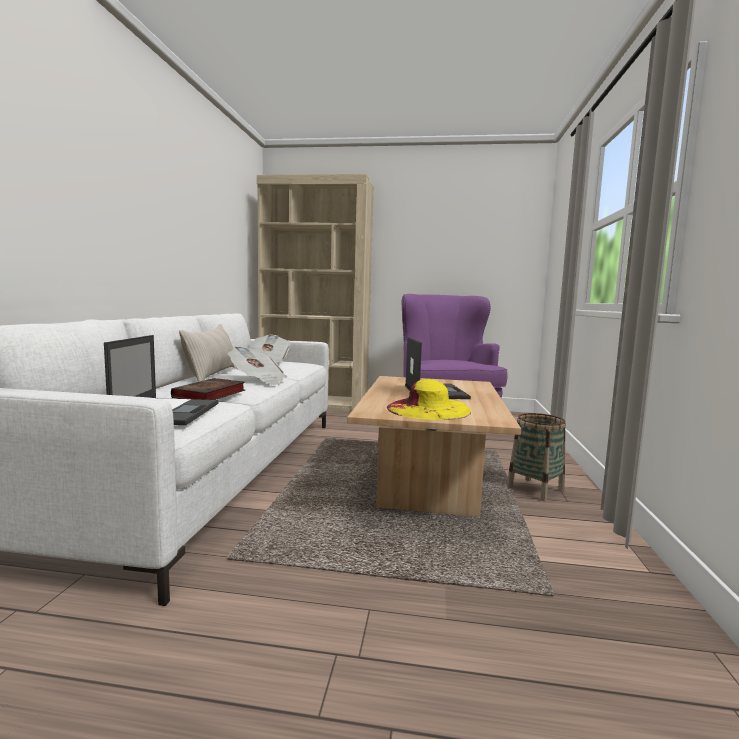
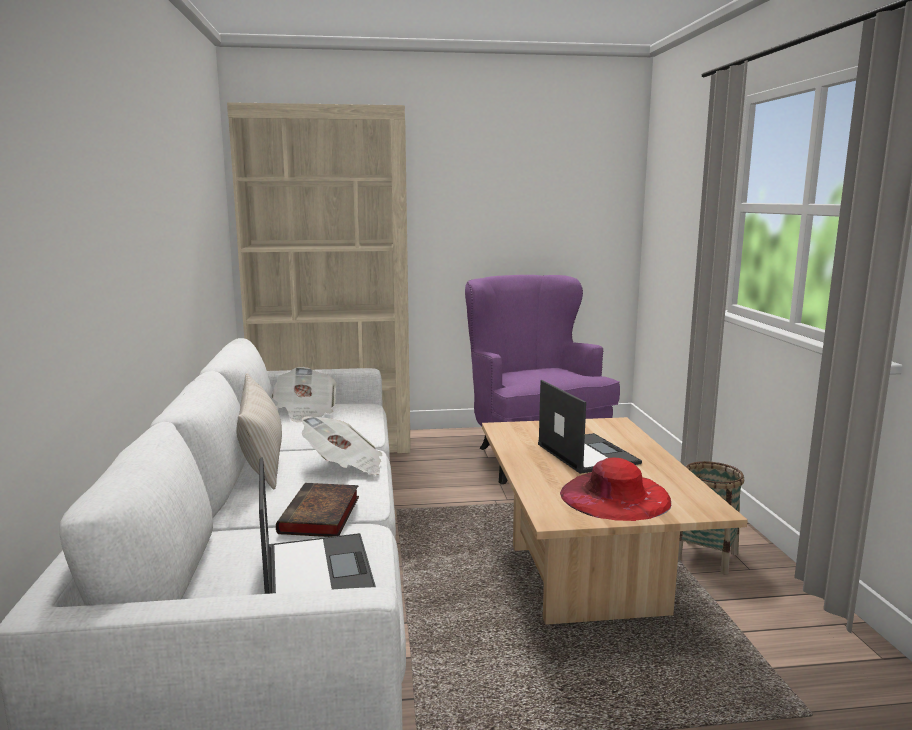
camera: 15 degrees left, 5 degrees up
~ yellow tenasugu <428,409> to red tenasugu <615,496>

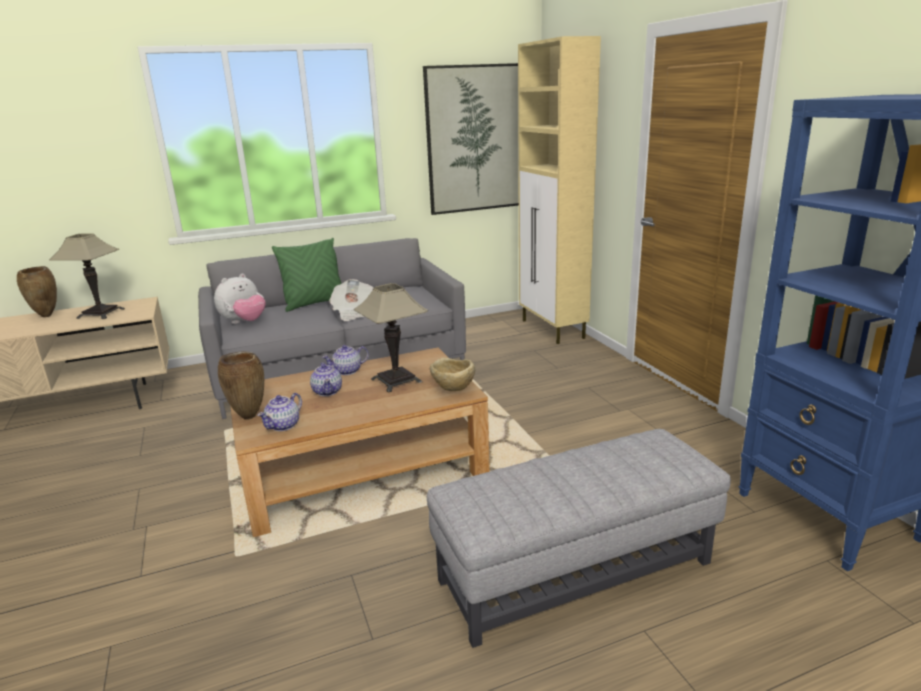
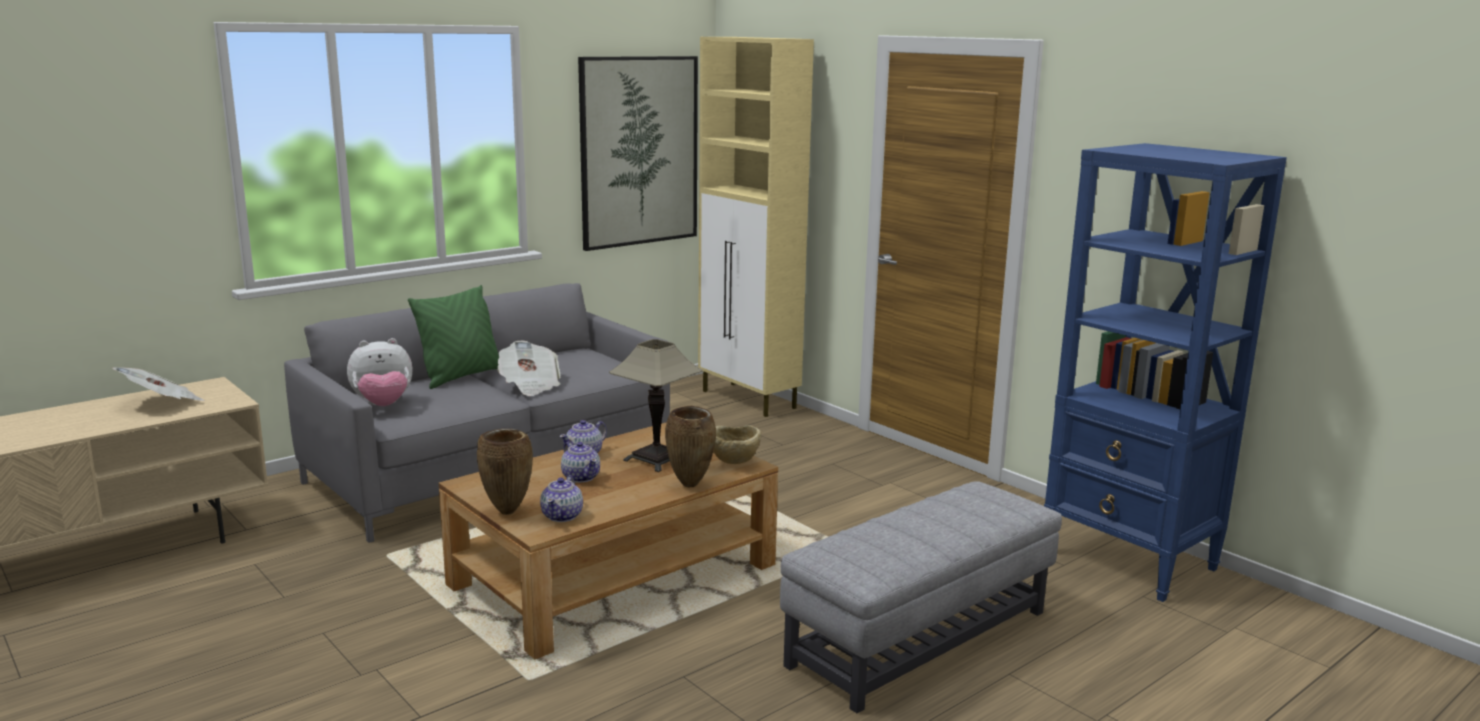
camera: 20 degrees left, 5 degrees down
~ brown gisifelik <47,316> to <691,485>
~ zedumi <101,313> to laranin <163,403>
~ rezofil <244,322> = <383,405> 45 degrees clockwise

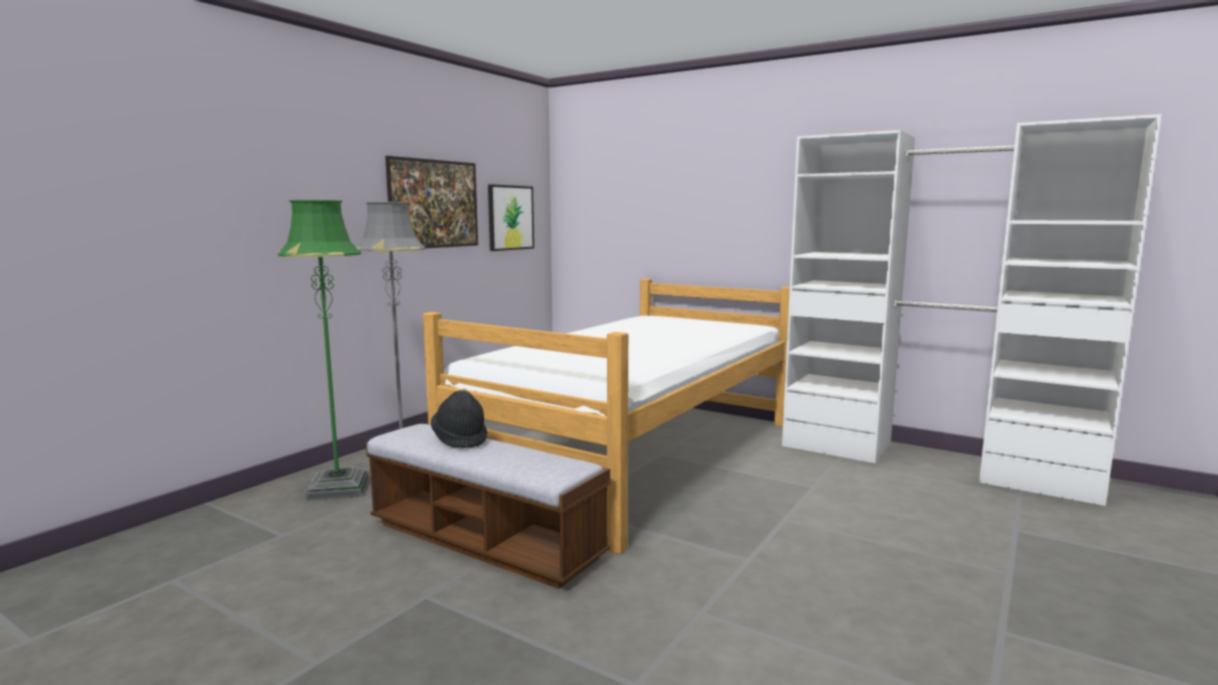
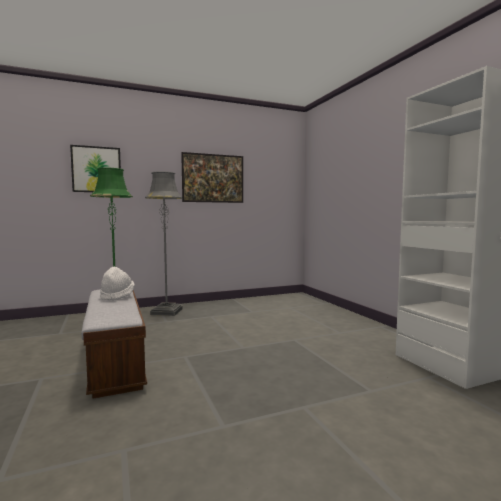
camera: 35 degrees right, 5 degrees down
- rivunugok <636,455>
~ black tenasugu <460,439> to white tenasugu <117,296>
~ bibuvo <510,217> to <96,169>

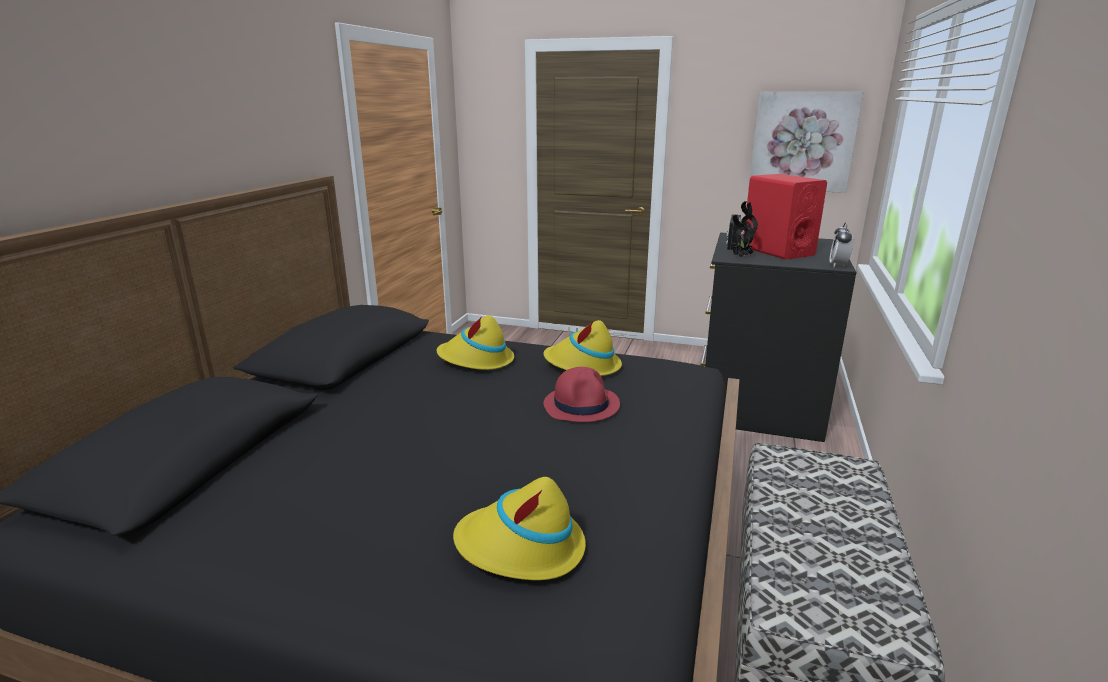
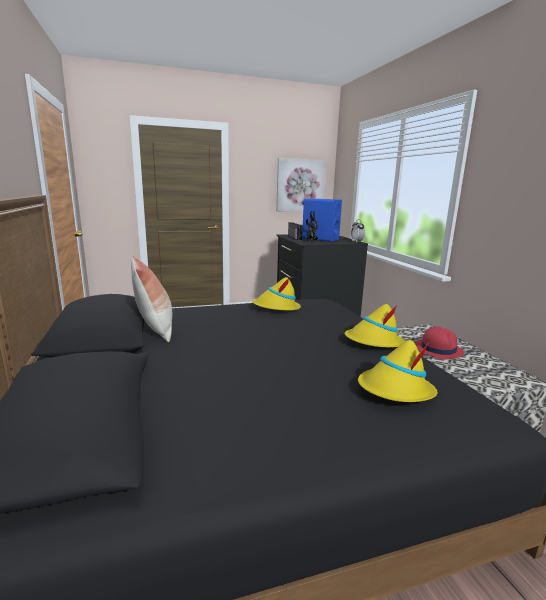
camera: 35 degrees left, 5 degrees down
~ yellow tenasugu <476,360> to <373,342>
~ red tenasugu <582,405> to <438,349>
~ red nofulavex <777,251> to blue nofulavex <320,239>
+ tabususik <155,329>

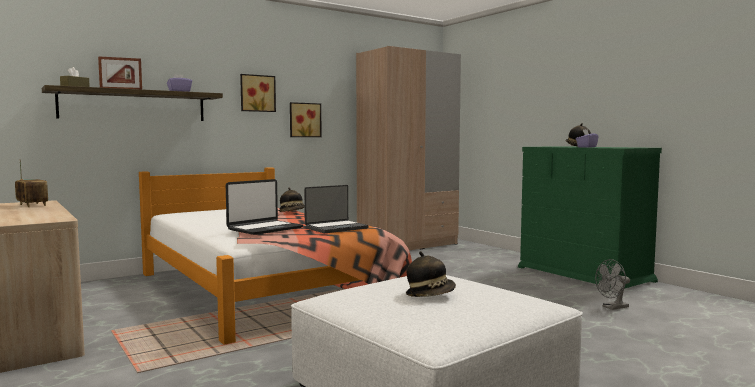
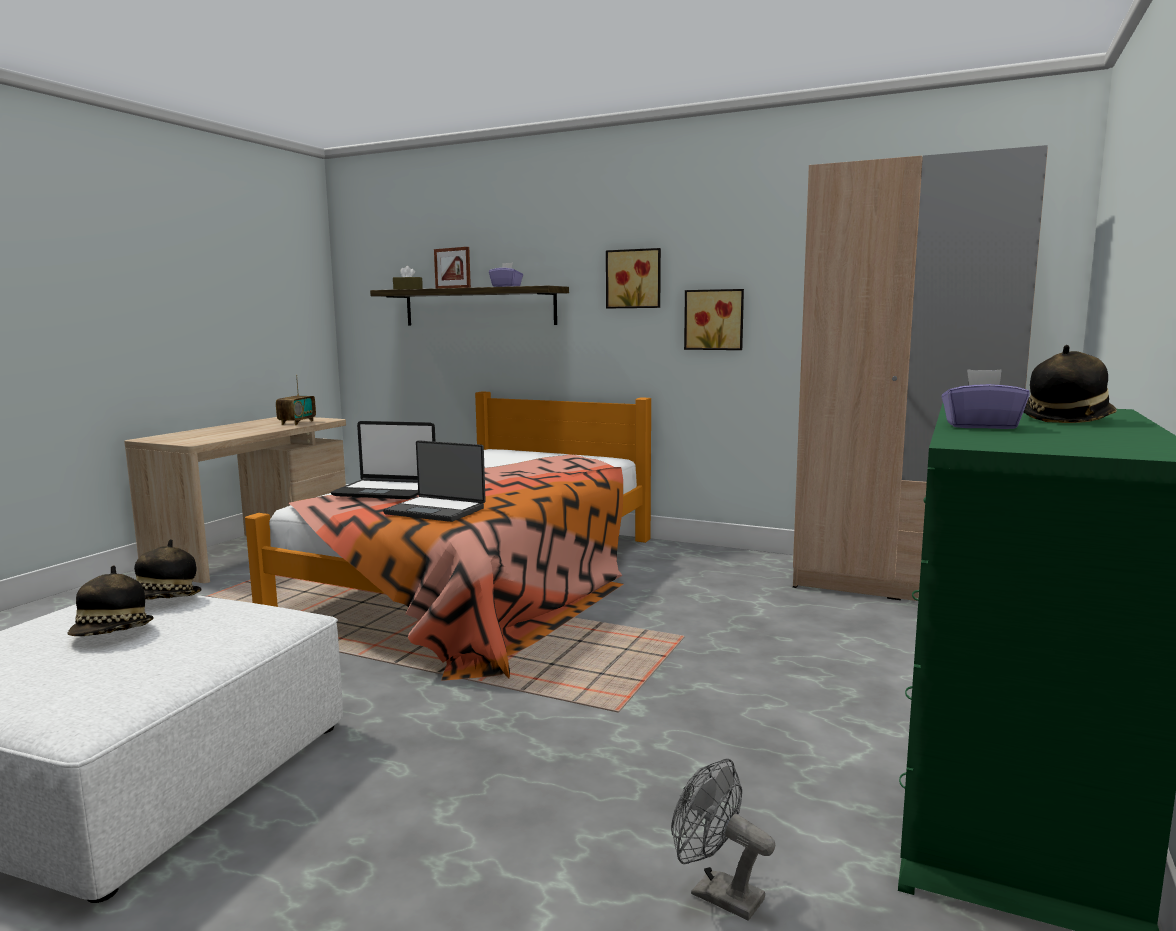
camera: 60 degrees right, 5 degrees up
~ tenasugu <292,212> to <165,600>

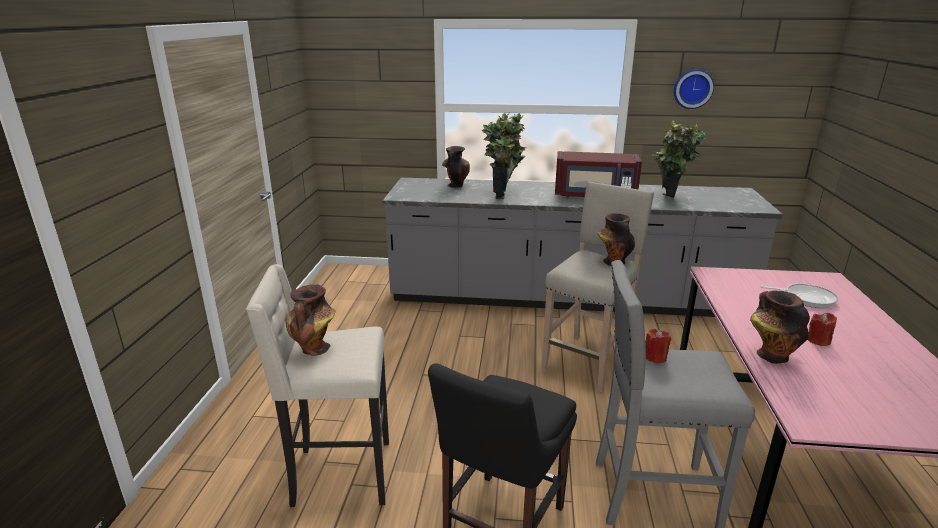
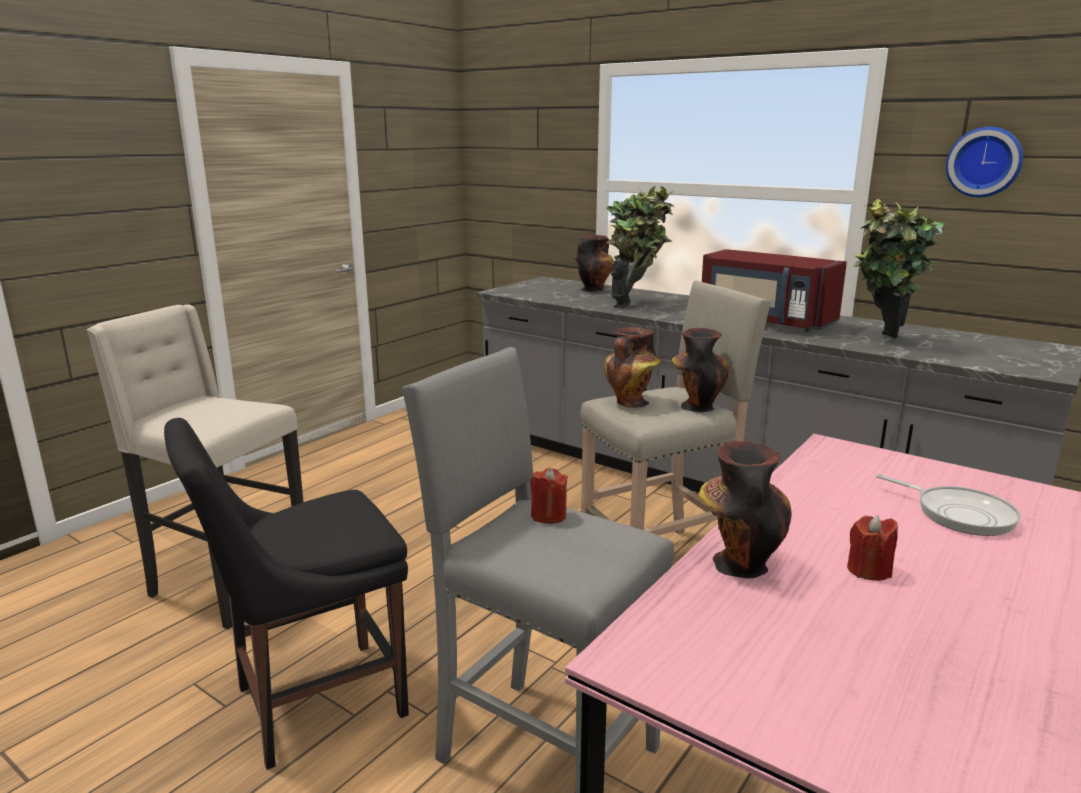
camera: 30 degrees right, 5 degrees down
~ gisifelik <315,349> to <631,403>

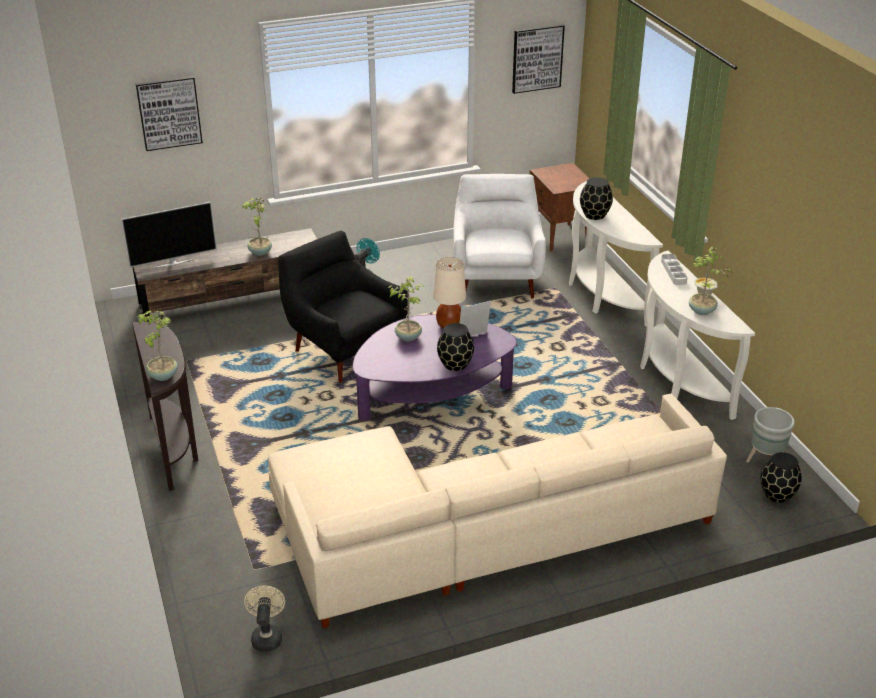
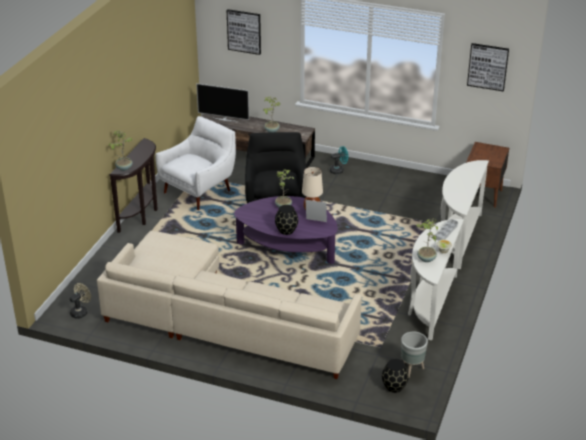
camera: 40 degrees right, 0 degrees up
~ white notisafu <496,278> to <199,190>
- black gisifelik <595,215>

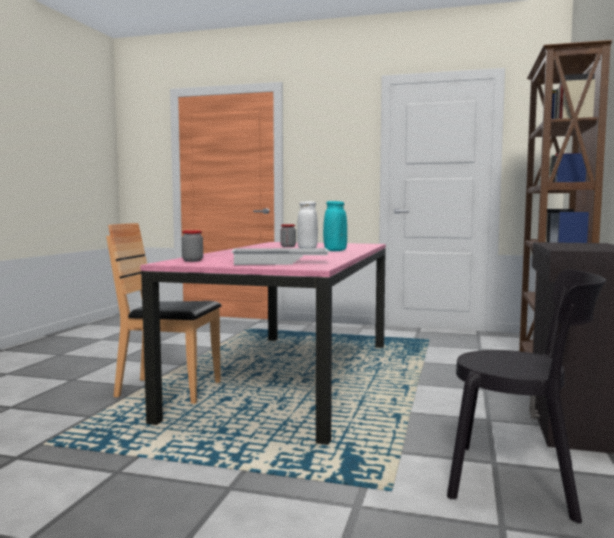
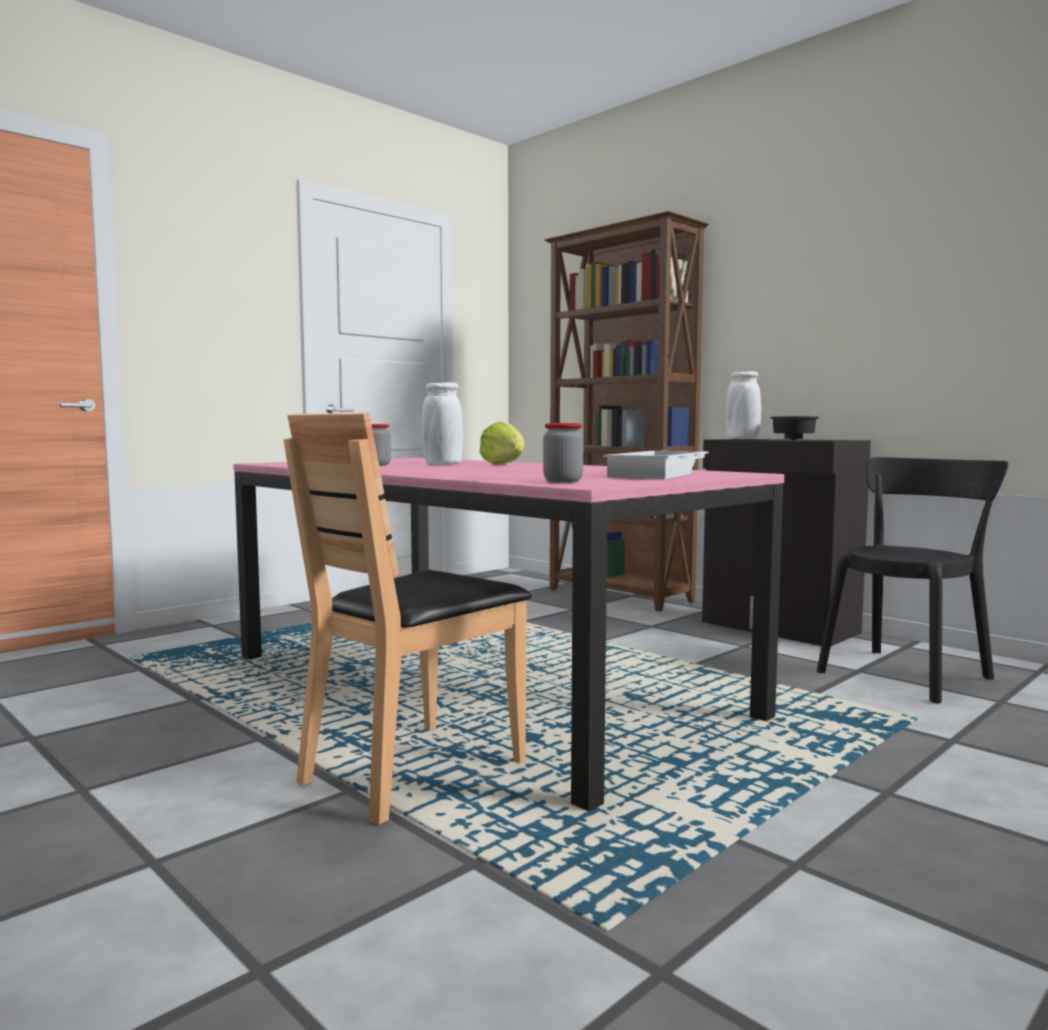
camera: 60 degrees left, 0 degrees up
~ turquoise gisifelik <335,251> to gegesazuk <504,464>
+ white gisifelik <742,439>
+ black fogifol <794,439>

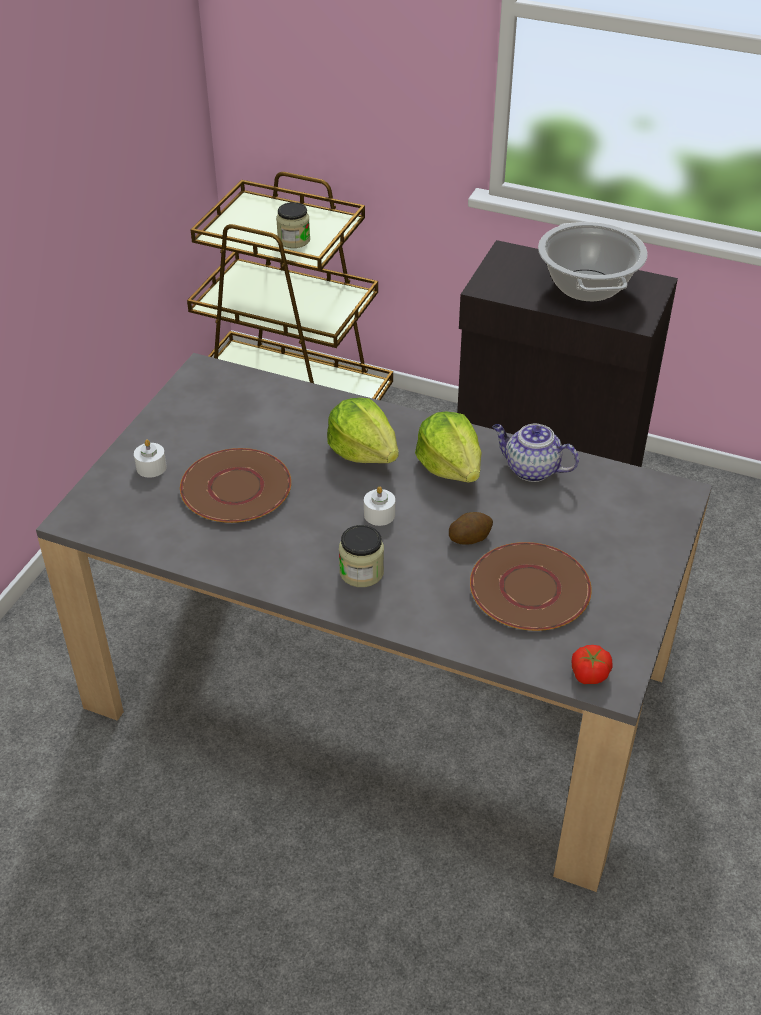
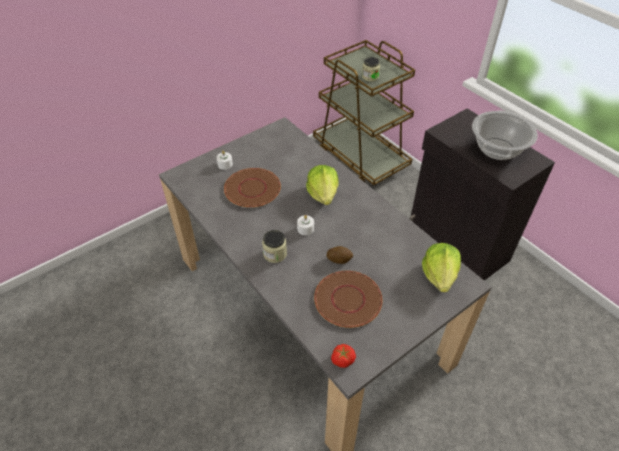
camera: 30 degrees right, 5 degrees up
~ gegesazuk <450,466> to <439,275>
- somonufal <530,469>

